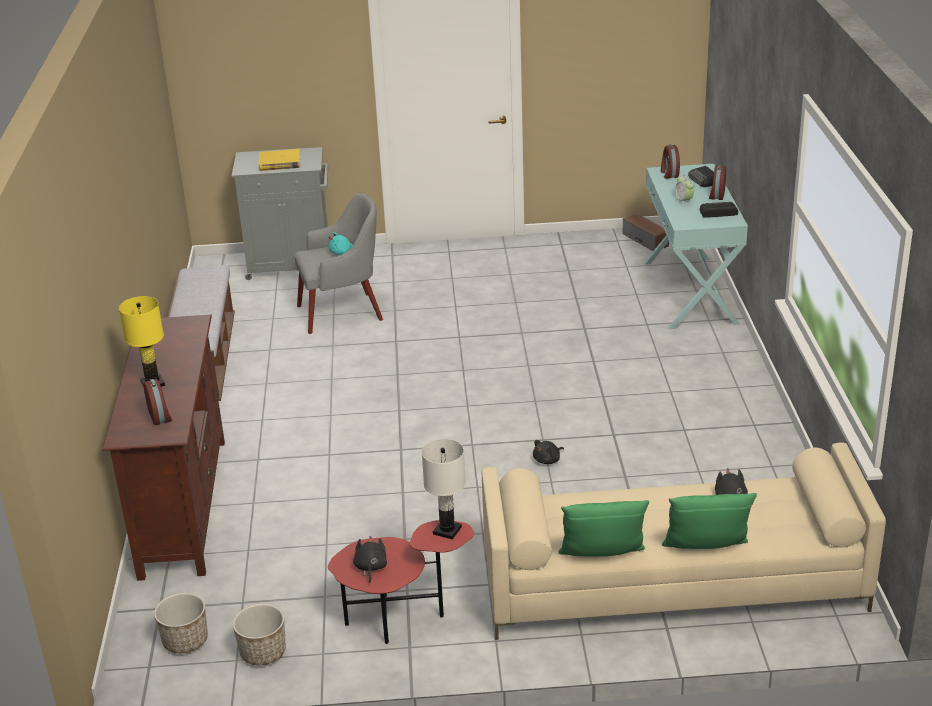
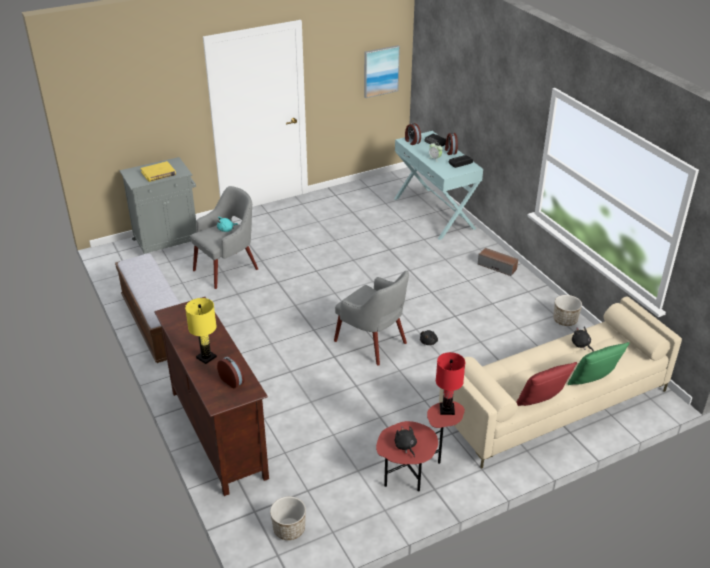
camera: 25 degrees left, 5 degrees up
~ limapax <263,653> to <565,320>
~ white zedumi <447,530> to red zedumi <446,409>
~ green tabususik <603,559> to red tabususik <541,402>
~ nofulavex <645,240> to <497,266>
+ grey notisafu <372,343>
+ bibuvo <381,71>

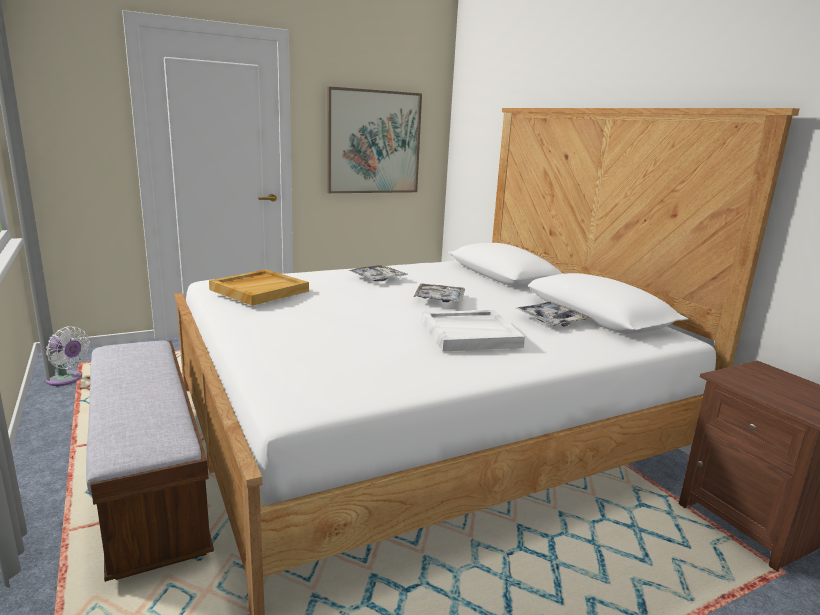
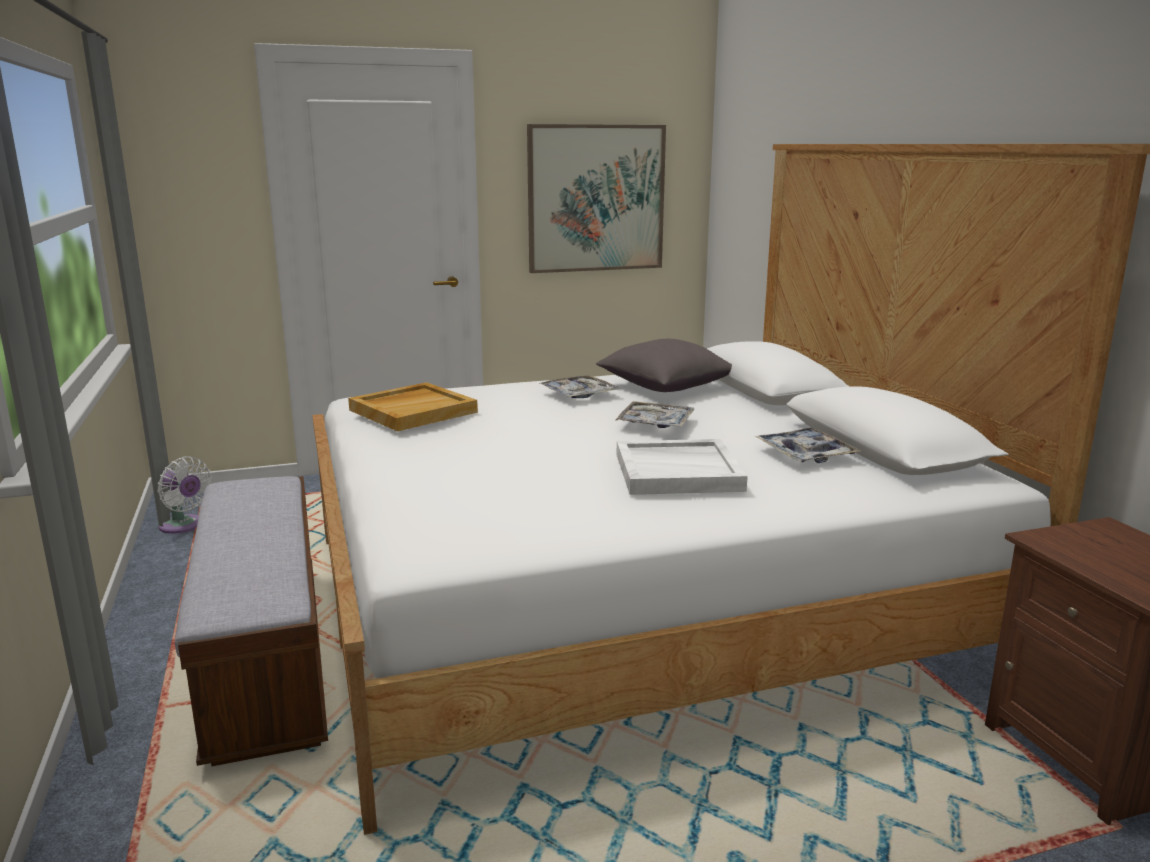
camera: 10 degrees right, 0 degrees up
+ grey tabususik <665,387>

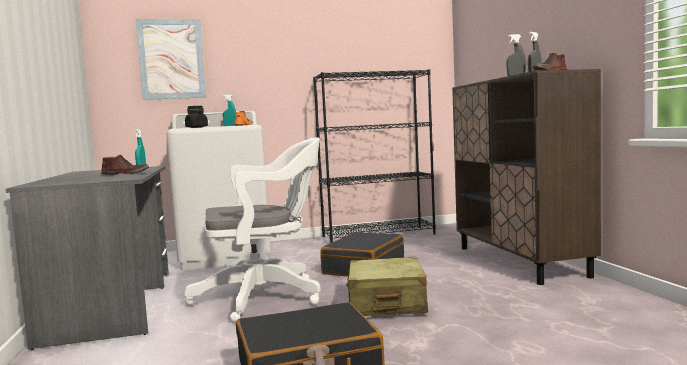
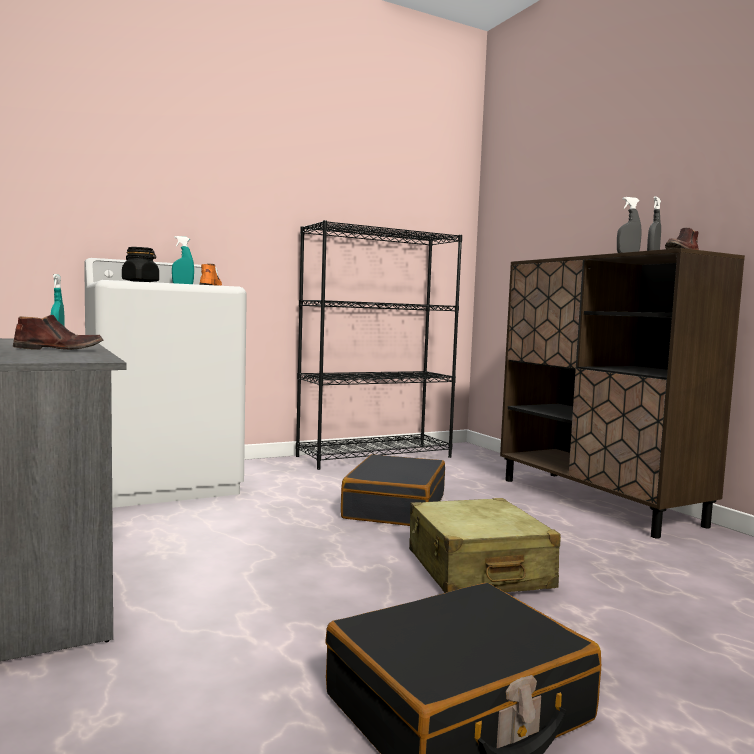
camera: 15 degrees left, 0 degrees up
- bibuvo <171,59>
- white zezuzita <265,297>

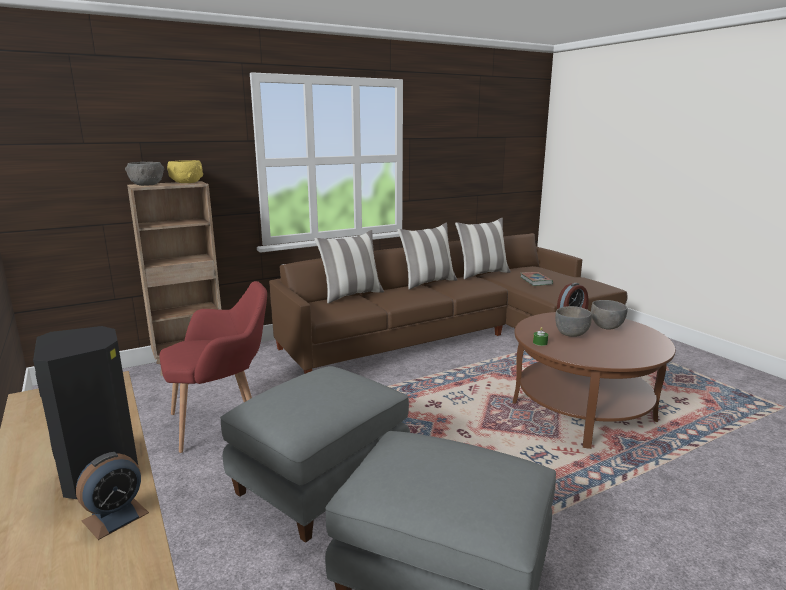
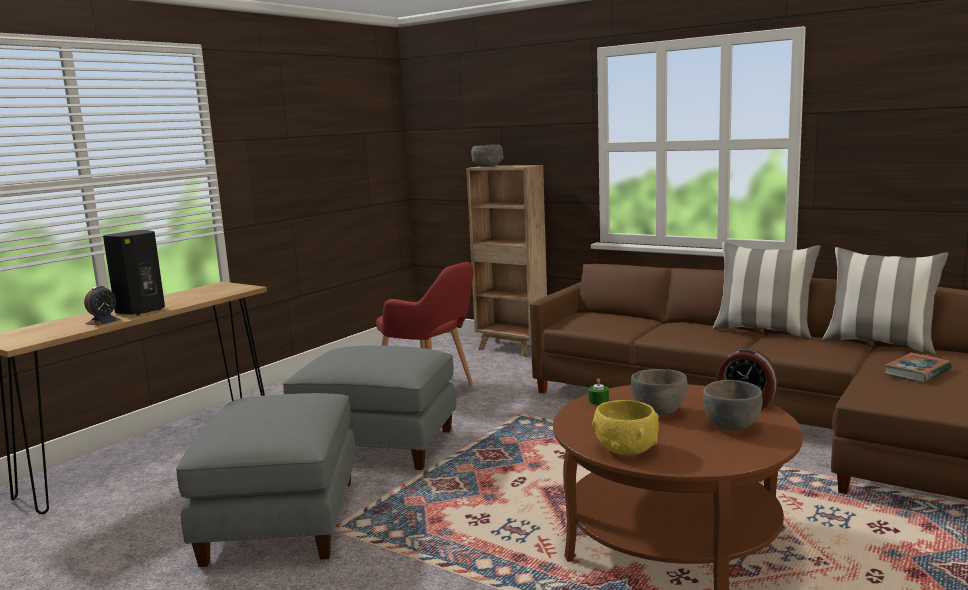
camera: 65 degrees right, 5 degrees down
~ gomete <115,517> = <103,321> 75 degrees counterclockwise
~ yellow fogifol <186,182> to <625,449>
- tabususik <351,295>

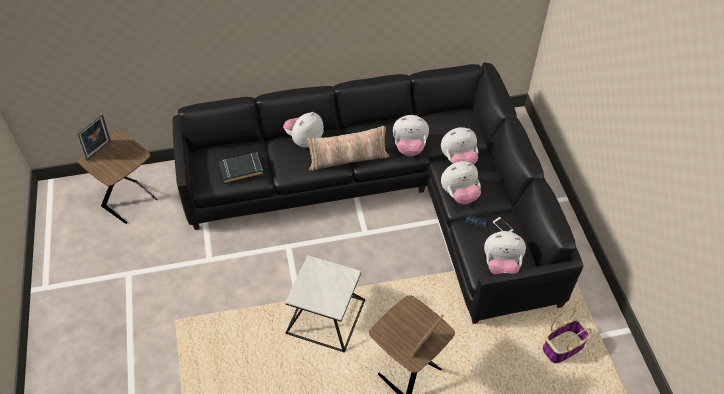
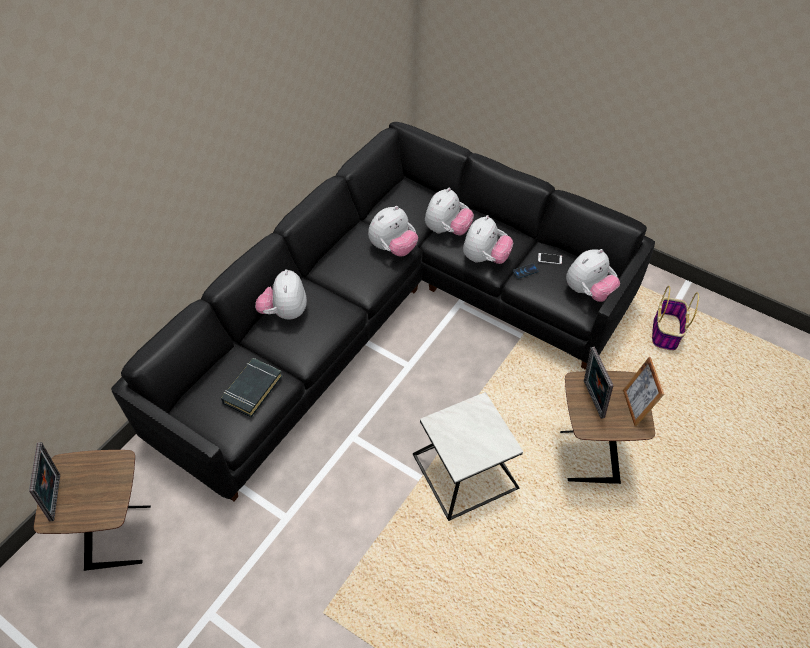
camera: 45 degrees left, 0 degrees up
- tabususik <348,159>
+ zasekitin <591,399>

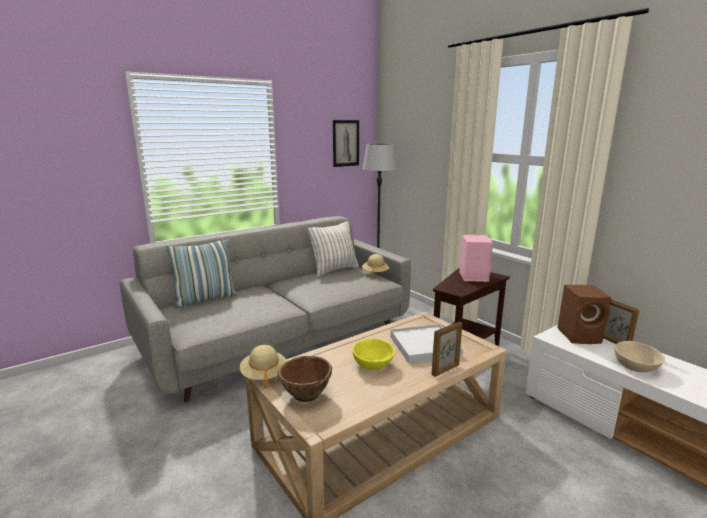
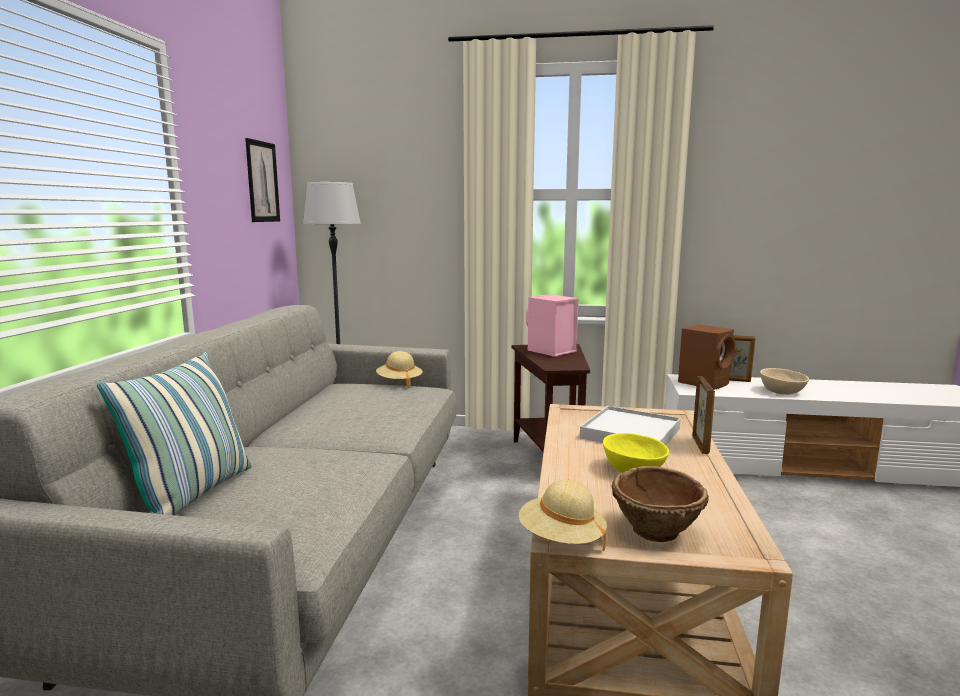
camera: 45 degrees left, 5 degrees down
- tabususik <334,270>

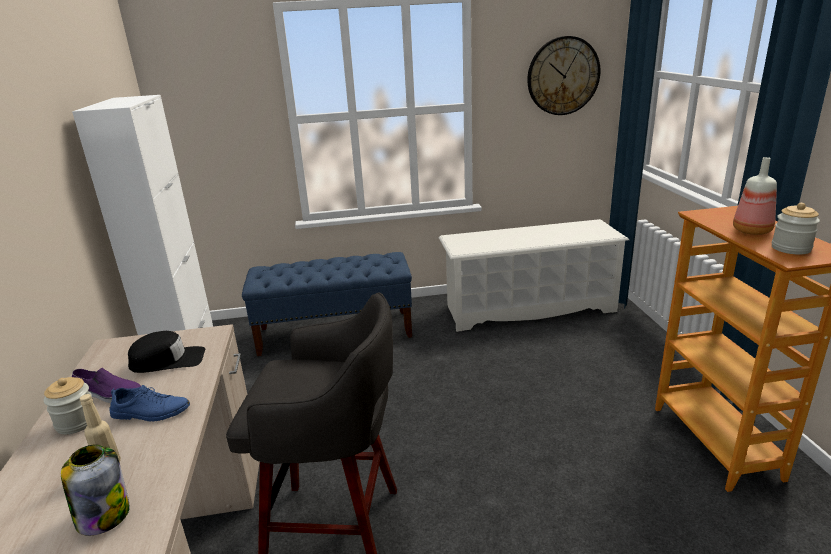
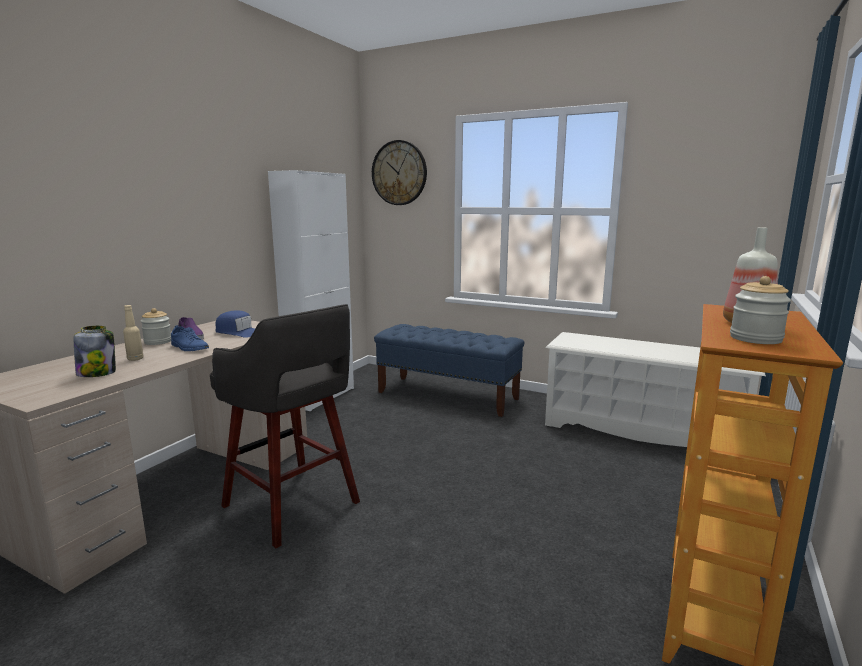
camera: 35 degrees right, 10 degrees down
~ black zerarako <168,360> to blue zerarako <239,332>
~ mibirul <563,76> to <399,173>

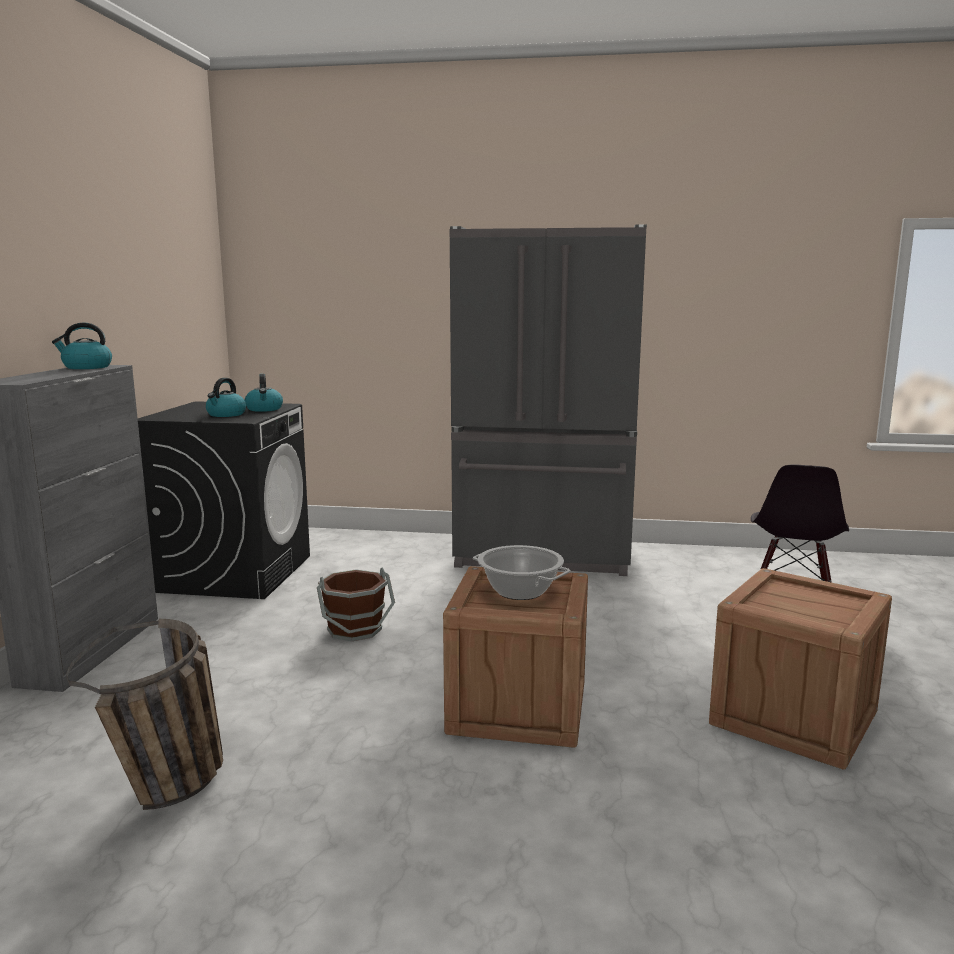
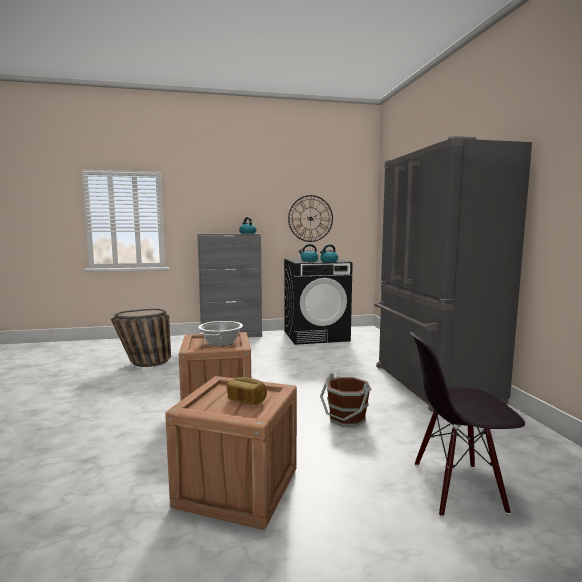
camera: 70 degrees right, 5 degrees down
~ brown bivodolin <355,630> to <346,418>
+ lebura <247,400>
+ mibirul <310,218>

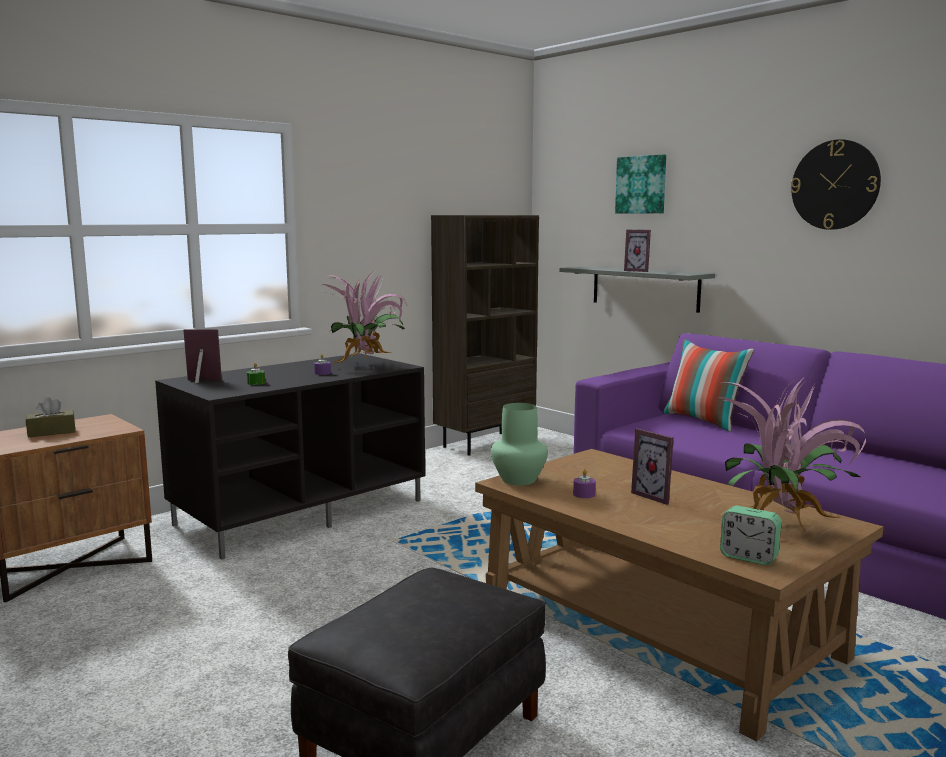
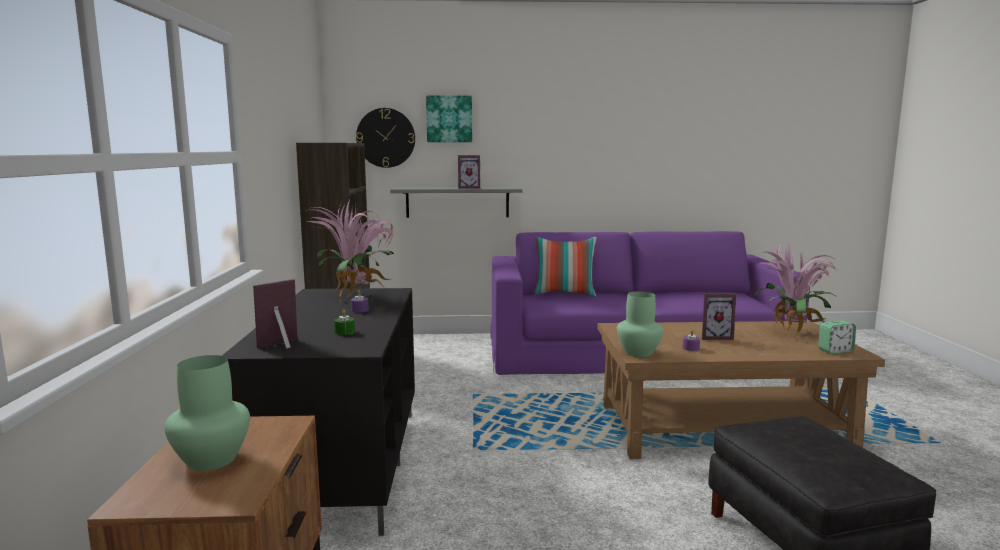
camera: 50 degrees left, 0 degrees up
~ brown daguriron <51,432> to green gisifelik <211,459>
~ mibirul <835,185> to <386,138>

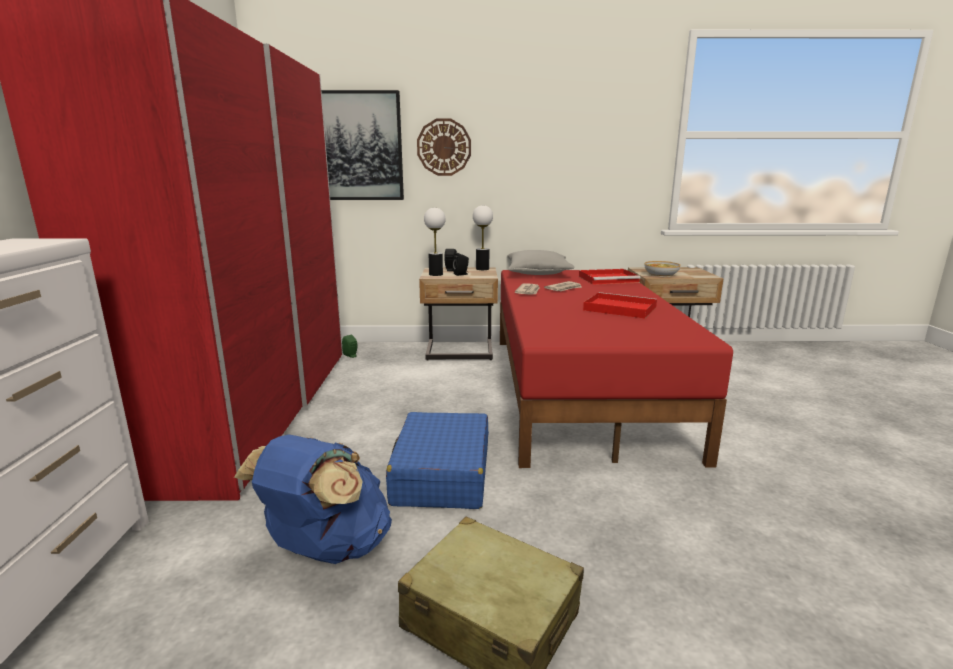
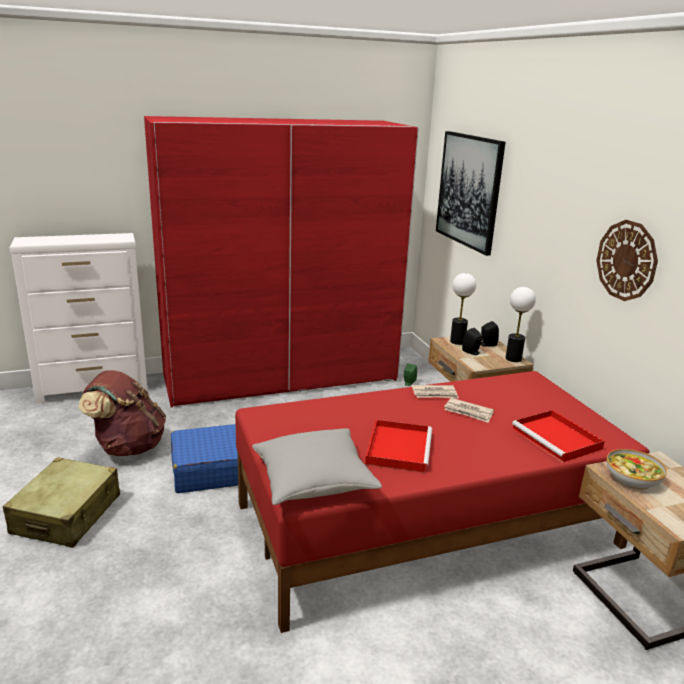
camera: 70 degrees right, 5 degrees up
~ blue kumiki <326,549> to brown kumiki <127,447>
~ mibirul <444,147> to <626,260>
~ grey tabususik <538,273> to <314,480>

